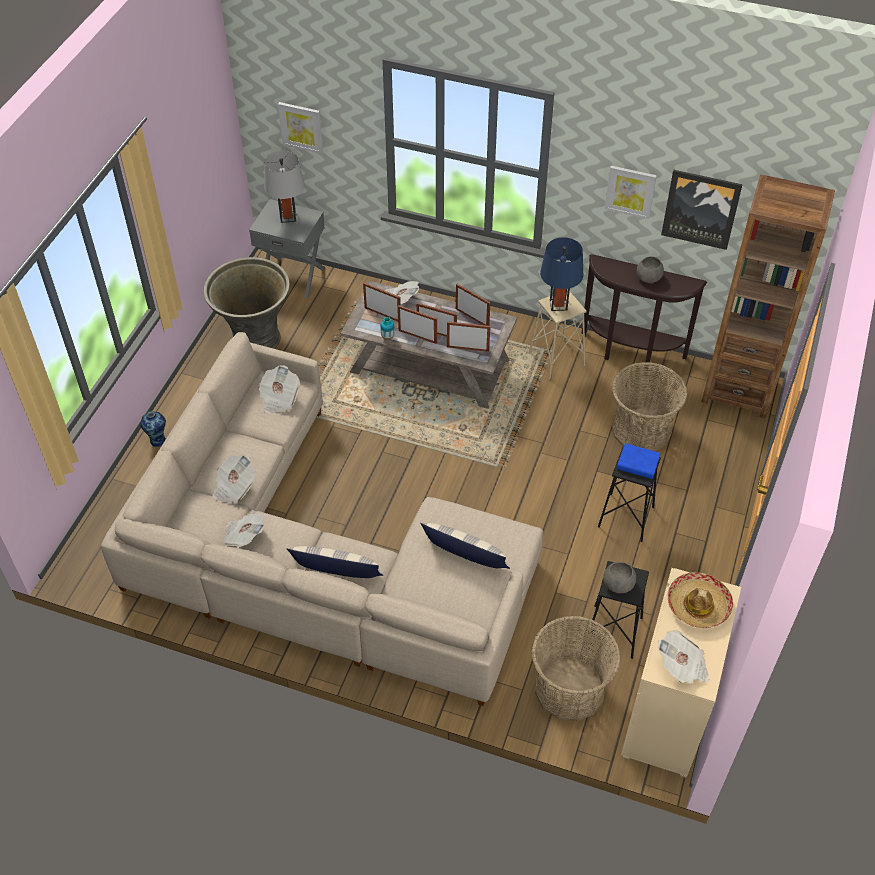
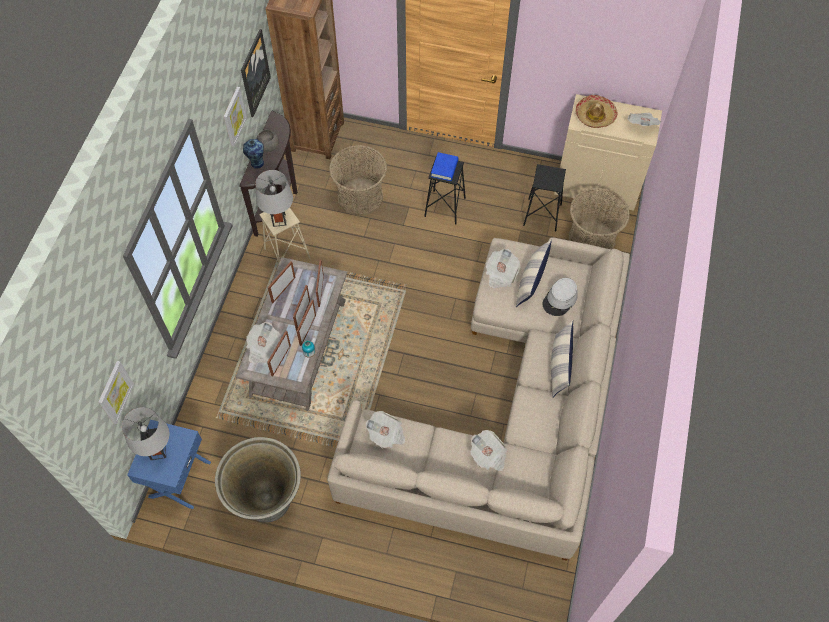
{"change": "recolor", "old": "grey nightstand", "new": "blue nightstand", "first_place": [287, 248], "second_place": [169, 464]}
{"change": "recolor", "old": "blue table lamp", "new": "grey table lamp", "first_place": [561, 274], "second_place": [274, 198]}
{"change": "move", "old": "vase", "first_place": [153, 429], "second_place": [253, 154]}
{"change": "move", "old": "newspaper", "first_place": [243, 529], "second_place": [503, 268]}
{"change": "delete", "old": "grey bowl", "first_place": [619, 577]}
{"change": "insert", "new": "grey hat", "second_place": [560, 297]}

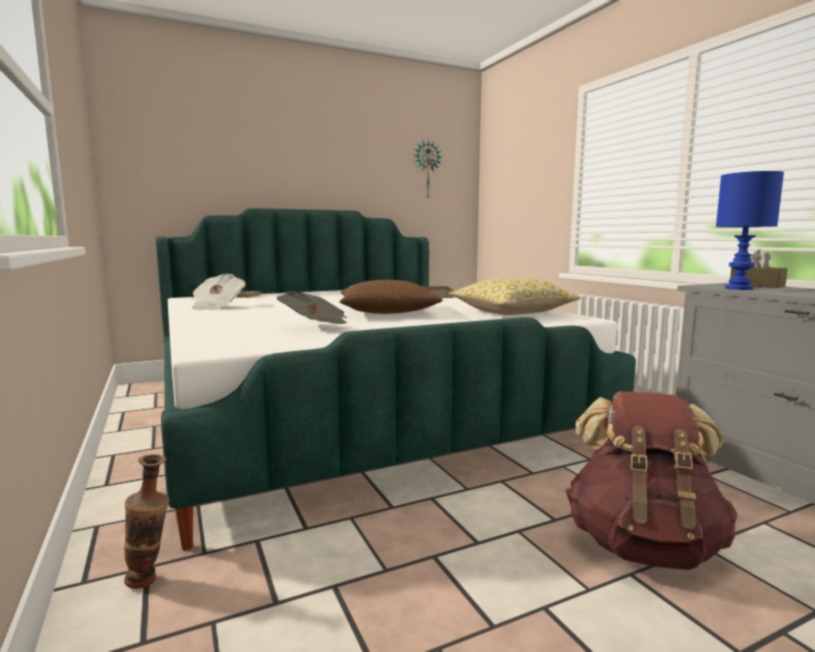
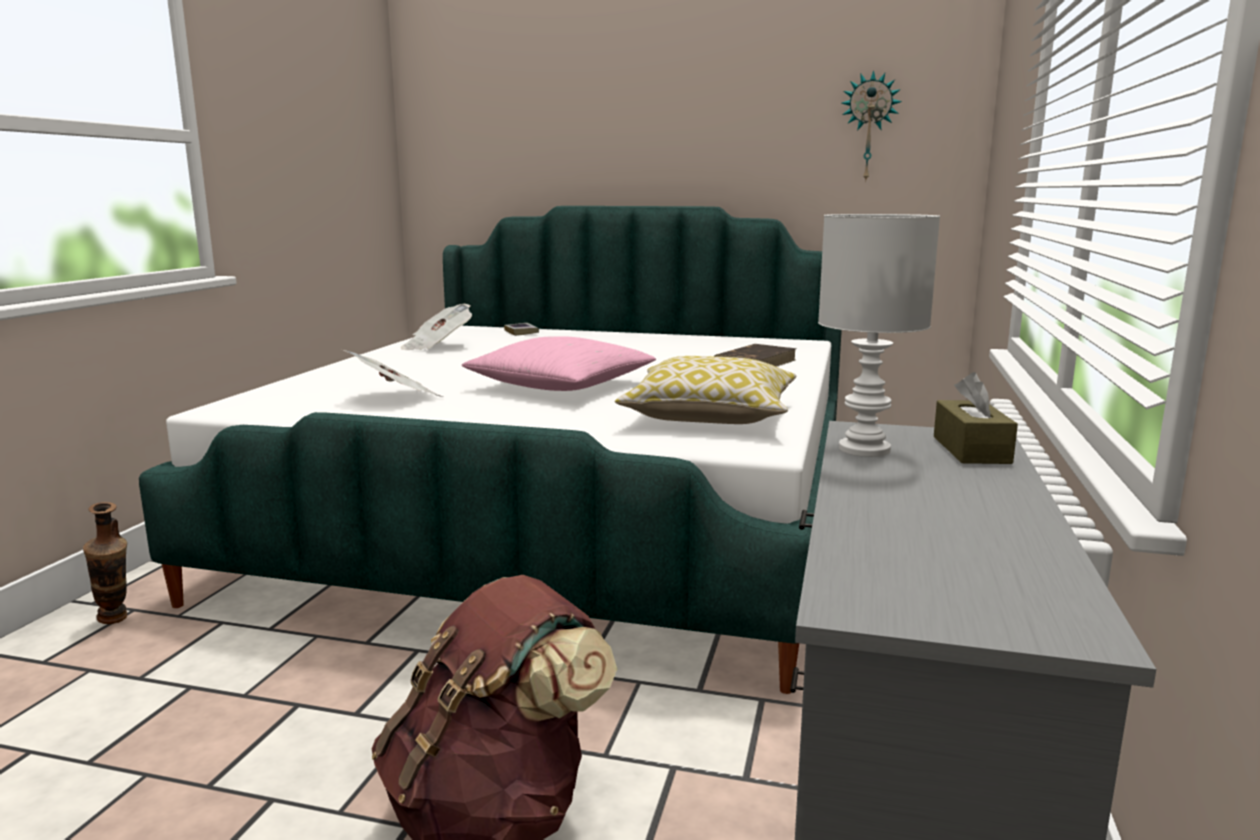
{"change": "recolor", "old": "blue table lamp", "new": "white table lamp", "first_place": [750, 230], "second_place": [879, 335]}
{"change": "recolor", "old": "brown pillow", "new": "pink pillow", "first_place": [391, 297], "second_place": [559, 363]}

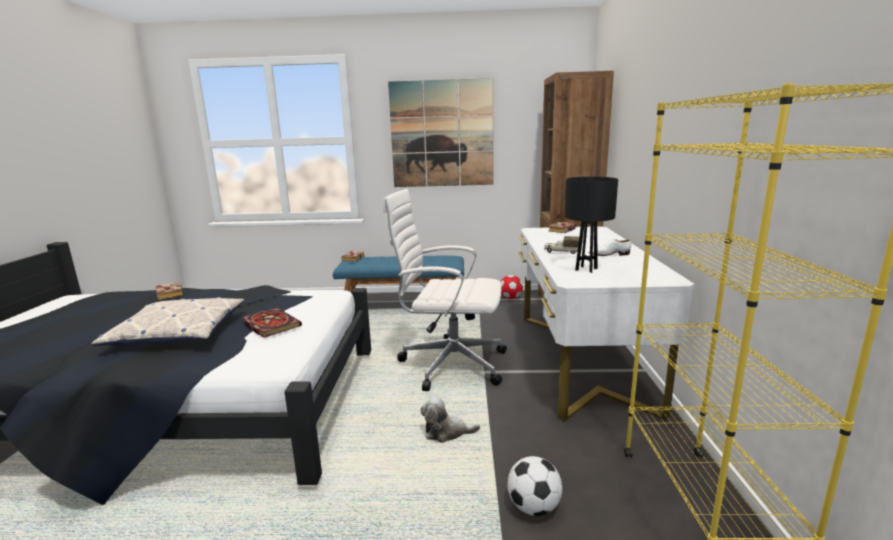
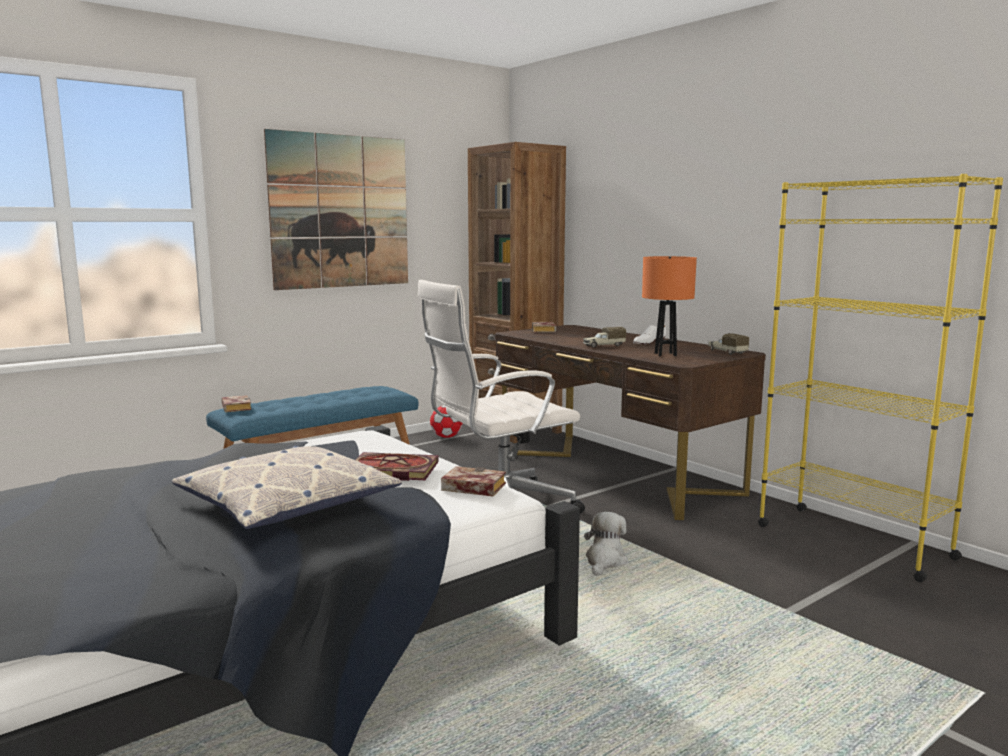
{"change": "recolor", "old": "black table lamp", "new": "orange table lamp", "first_place": [591, 225], "second_place": [669, 306]}
{"change": "recolor", "old": "white desk", "new": "brown desk", "first_place": [606, 323], "second_place": [630, 422]}
{"change": "move", "old": "book", "first_place": [169, 291], "second_place": [473, 481]}
{"change": "rotate", "old": "plush toy", "first_place": [450, 419], "second_place": [606, 544], "degrees": 150}
{"change": "delete", "old": "football", "first_place": [534, 486]}
{"change": "insert", "new": "toy truck", "second_place": [728, 344]}

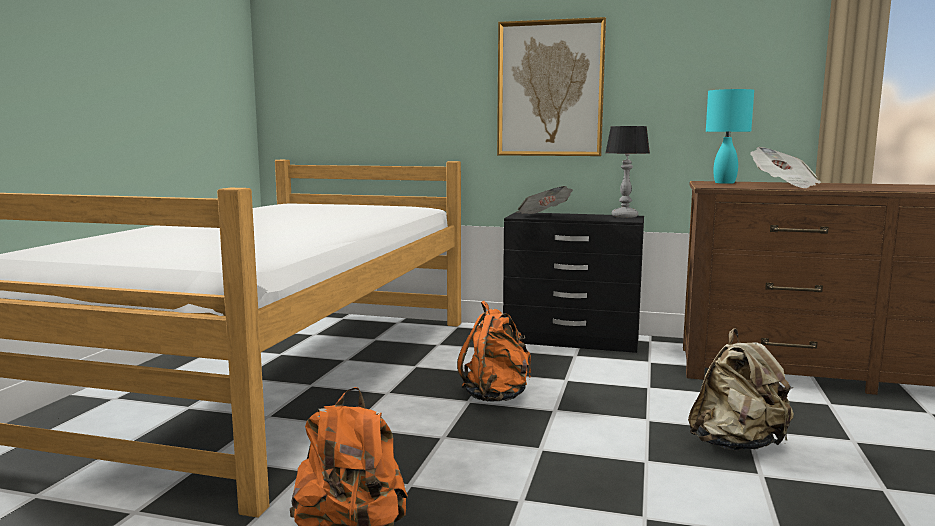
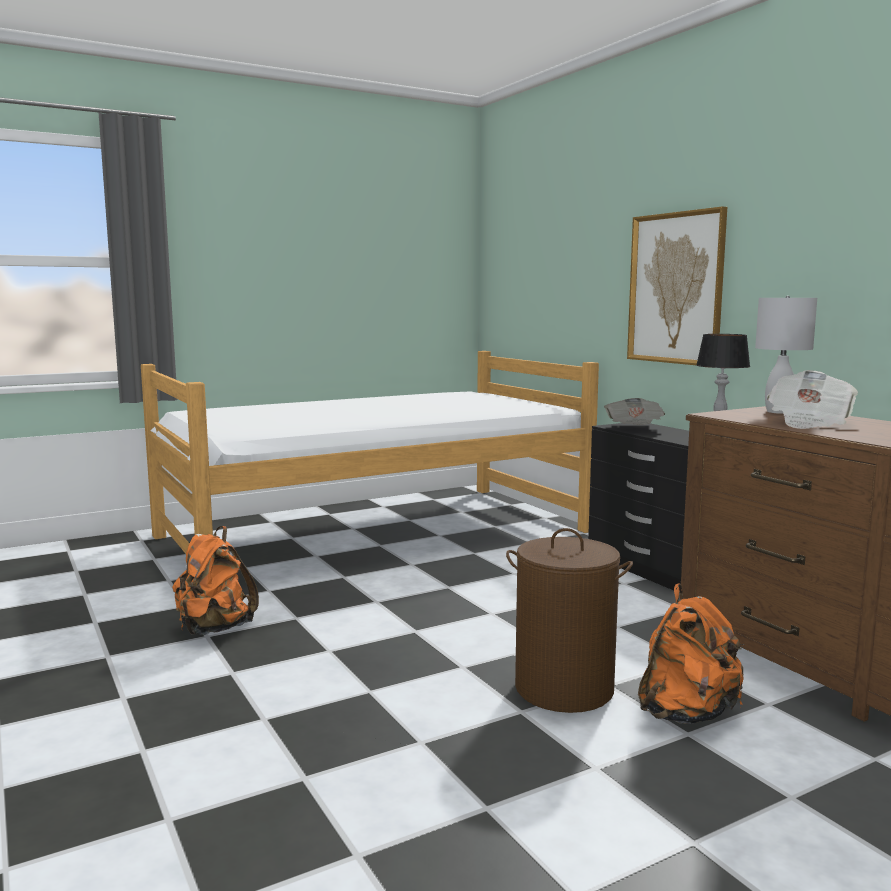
{"change": "recolor", "old": "turquoise table lamp", "new": "white table lamp", "first_place": [730, 136], "second_place": [786, 355]}
{"change": "move", "old": "orange backpack", "first_place": [494, 351], "second_place": [691, 654]}
{"change": "replace", "old": "beige backpack", "new": "brown laundry basket", "first_place": [741, 389], "second_place": [569, 620]}

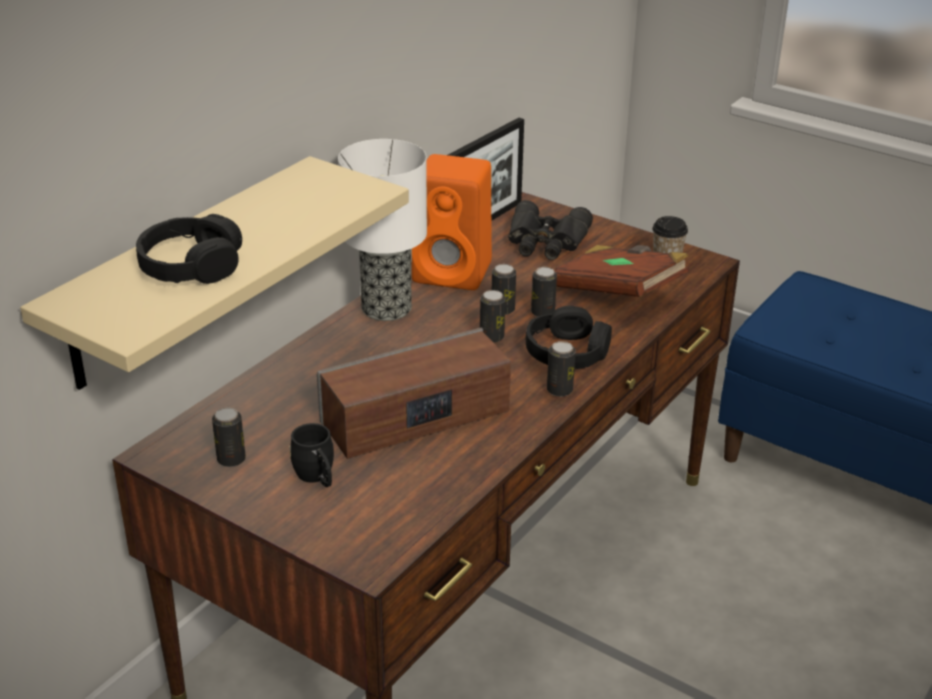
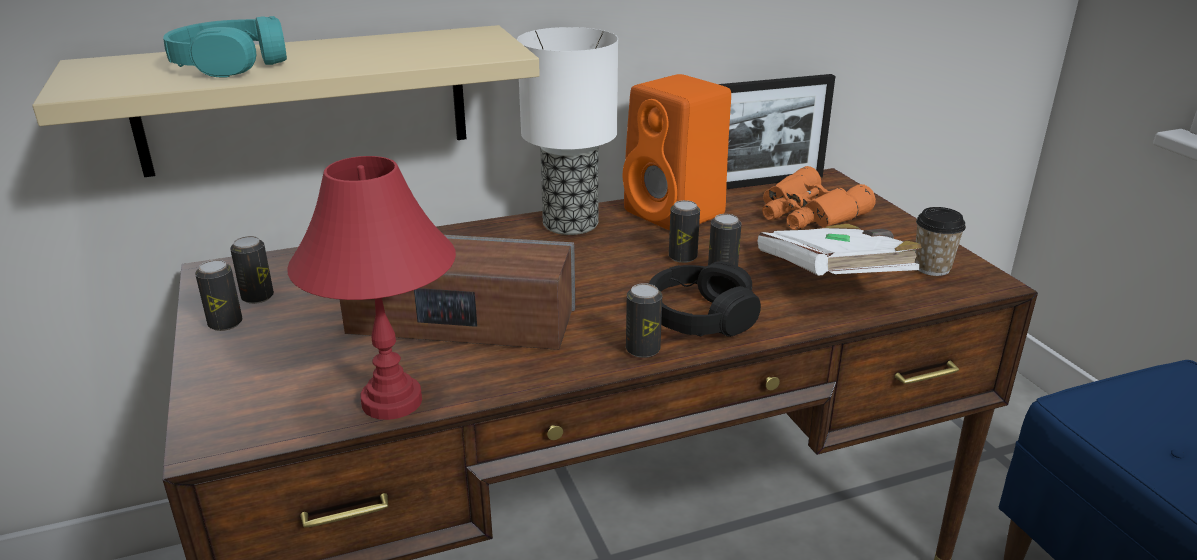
{"change": "recolor", "old": "black binoculars", "new": "orange binoculars", "first_place": [550, 230], "second_place": [819, 198]}
{"change": "recolor", "old": "black headphones", "new": "turquoise headphones", "first_place": [189, 249], "second_place": [225, 46]}
{"change": "recolor", "old": "brown book", "new": "white book", "first_place": [621, 271], "second_place": [840, 250]}
{"change": "move", "old": "can", "first_place": [493, 316], "second_place": [218, 295]}
{"change": "delete", "old": "black mug", "first_place": [311, 455]}
{"change": "insert", "new": "red table lamp", "second_place": [371, 288]}

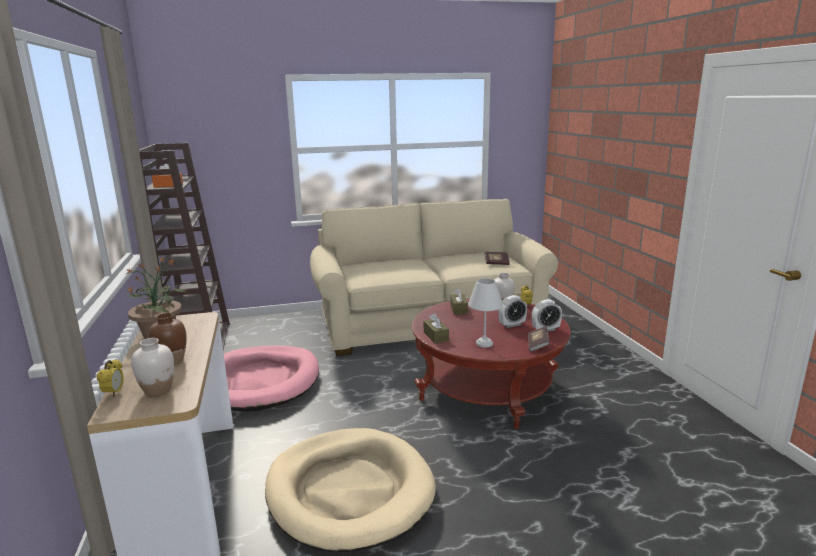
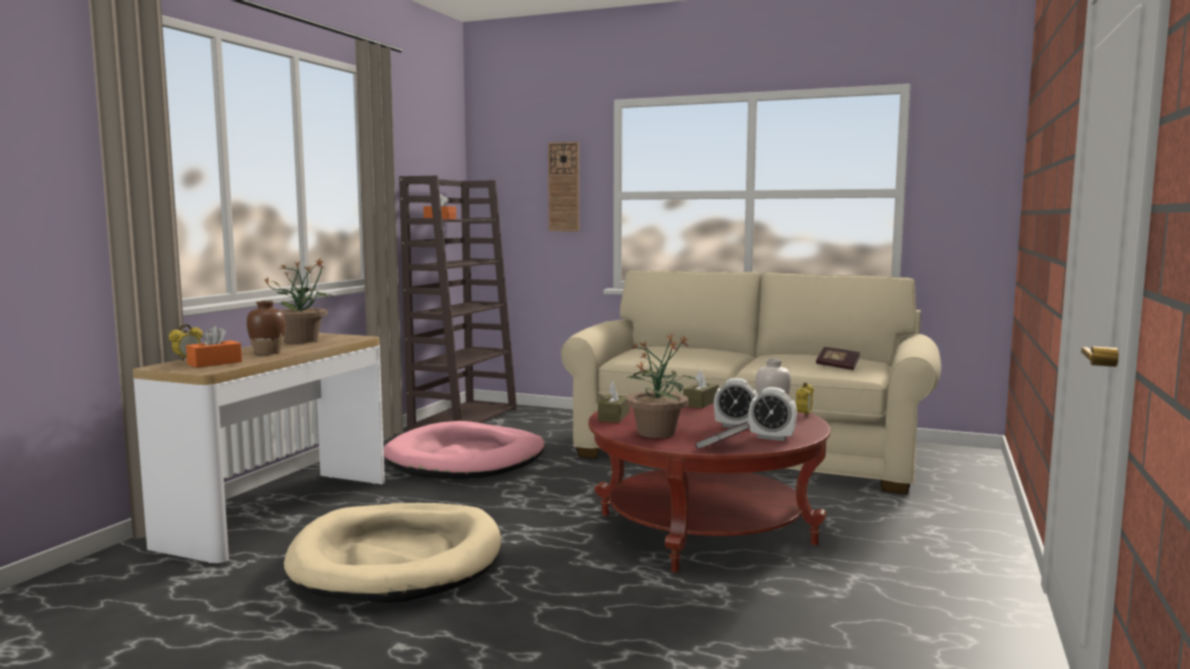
{"change": "replace", "old": "white table lamp", "new": "potted plant", "first_place": [485, 313], "second_place": [662, 386]}
{"change": "replace", "old": "white vase", "new": "orange tissue box", "first_place": [152, 367], "second_place": [214, 346]}
{"change": "insert", "new": "wall clock", "second_place": [564, 186]}

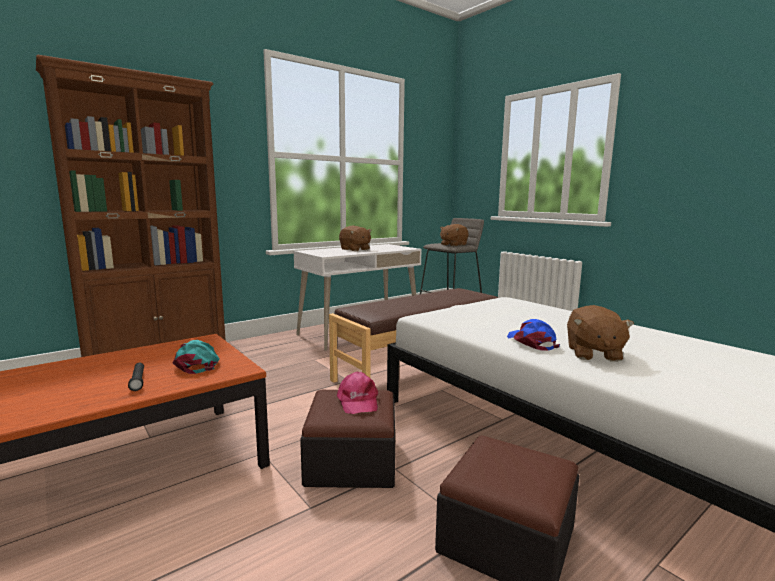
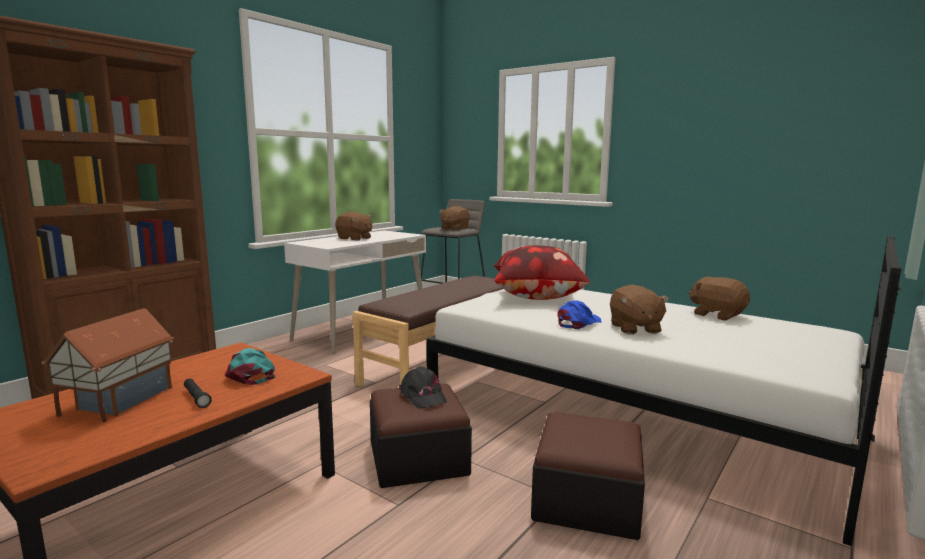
{"change": "rotate", "old": "blue cap", "first_place": [533, 335], "second_place": [579, 314], "degrees": 75}
{"change": "recolor", "old": "pink cap", "new": "black cap", "first_place": [357, 393], "second_place": [423, 387]}
{"change": "insert", "new": "pillow", "second_place": [542, 272]}
{"change": "insert", "new": "brown plush toy", "second_place": [719, 299]}
{"change": "insert", "new": "toy house", "second_place": [108, 365]}

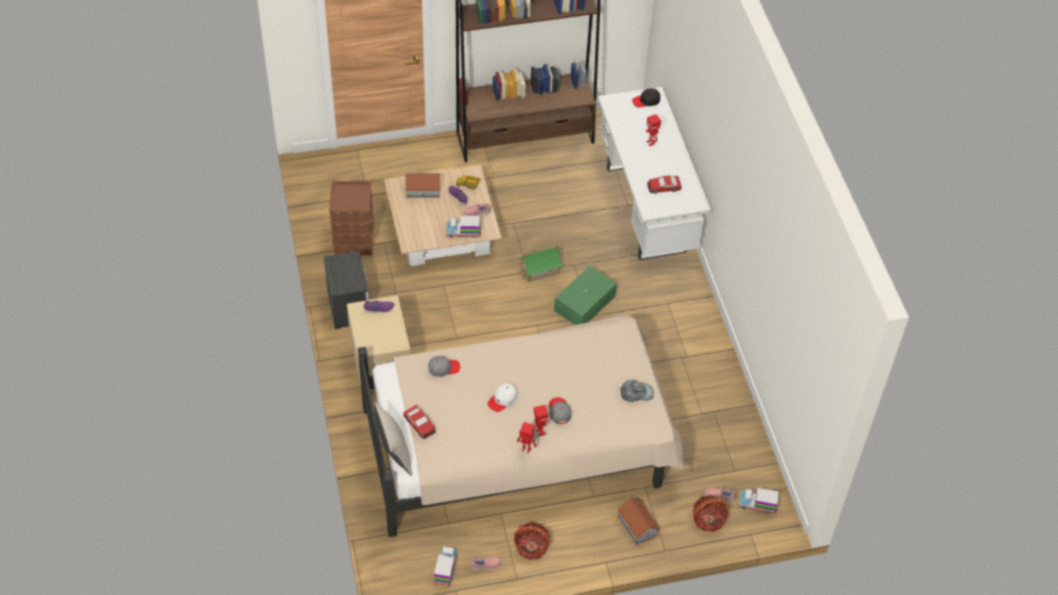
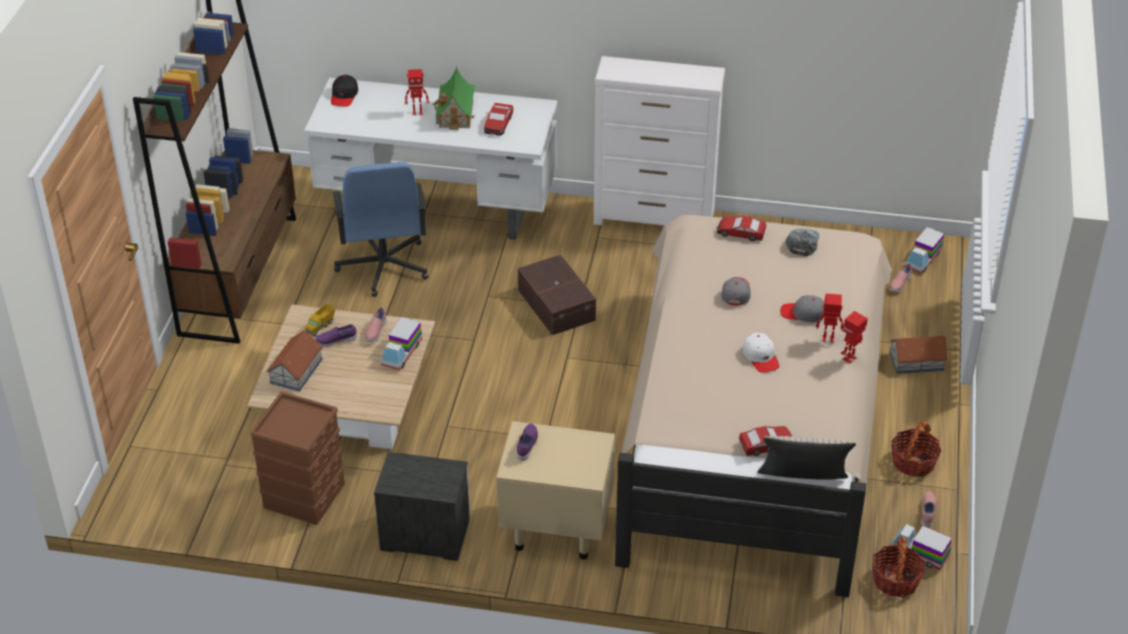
{"change": "move", "old": "toy house", "first_place": [541, 263], "second_place": [454, 97]}
{"change": "recolor", "old": "green storage box", "new": "brown storage box", "first_place": [585, 295], "second_place": [557, 294]}
{"change": "move", "old": "grey cap", "first_place": [444, 366], "second_place": [736, 291]}
{"change": "move", "old": "basket", "first_place": [711, 513], "second_place": [898, 566]}
{"change": "insert", "new": "white dresser", "second_place": [659, 140]}
{"change": "insert", "new": "blue office chair", "second_place": [381, 229]}
{"change": "insert", "new": "toy car", "second_place": [741, 228]}

